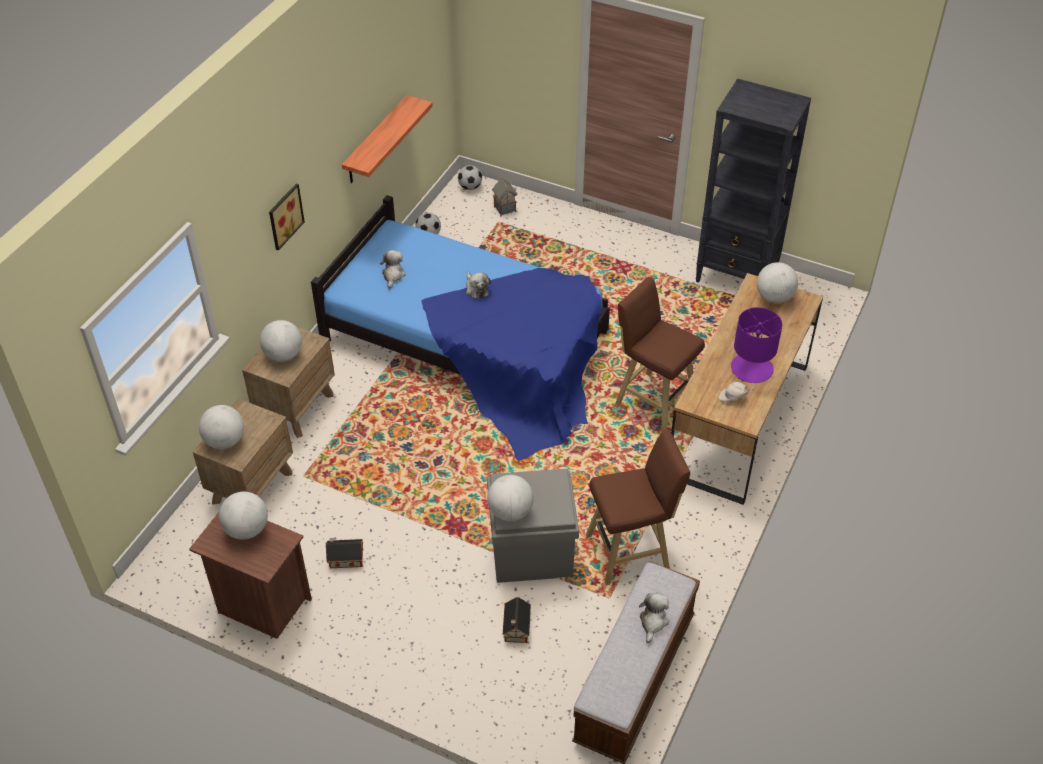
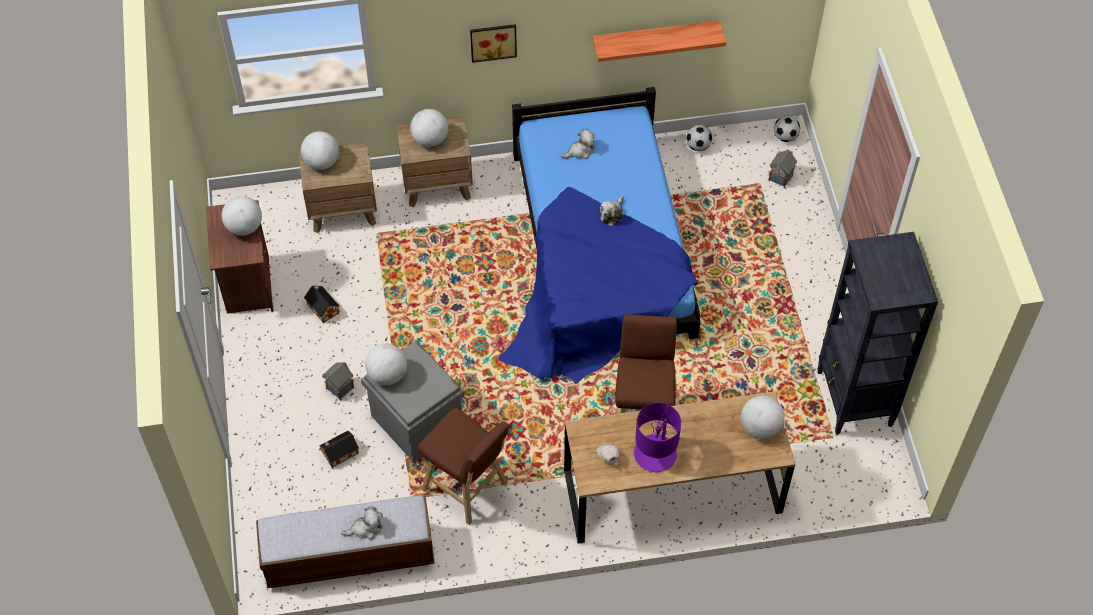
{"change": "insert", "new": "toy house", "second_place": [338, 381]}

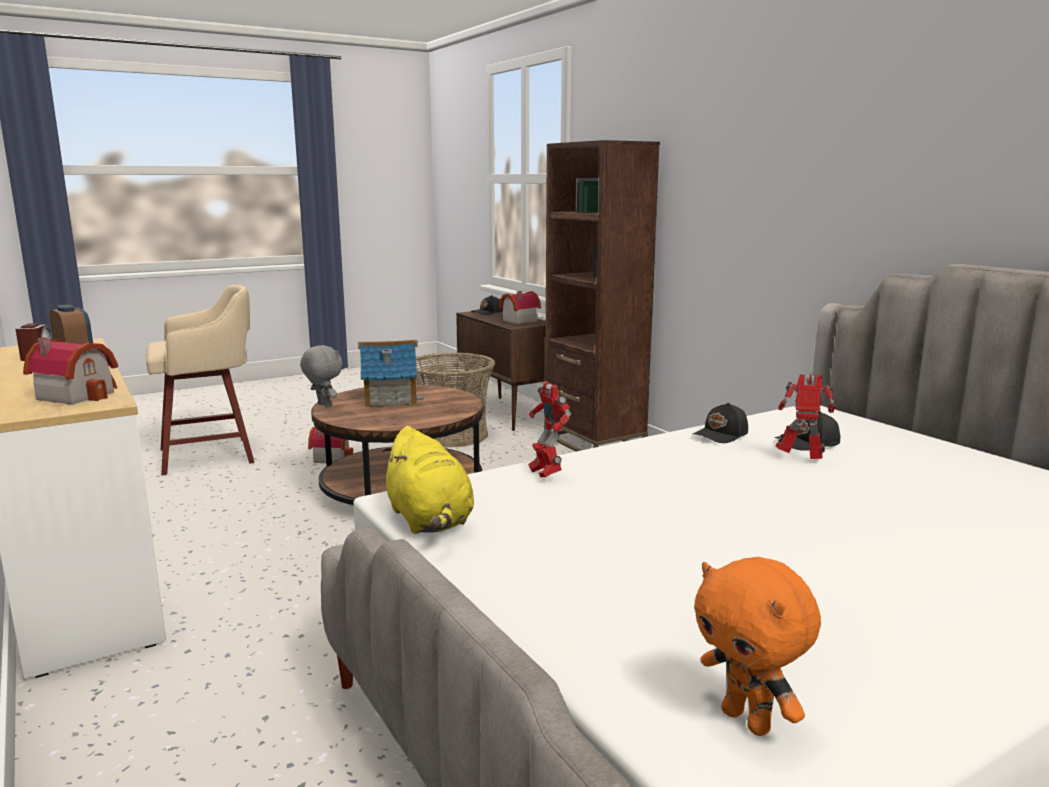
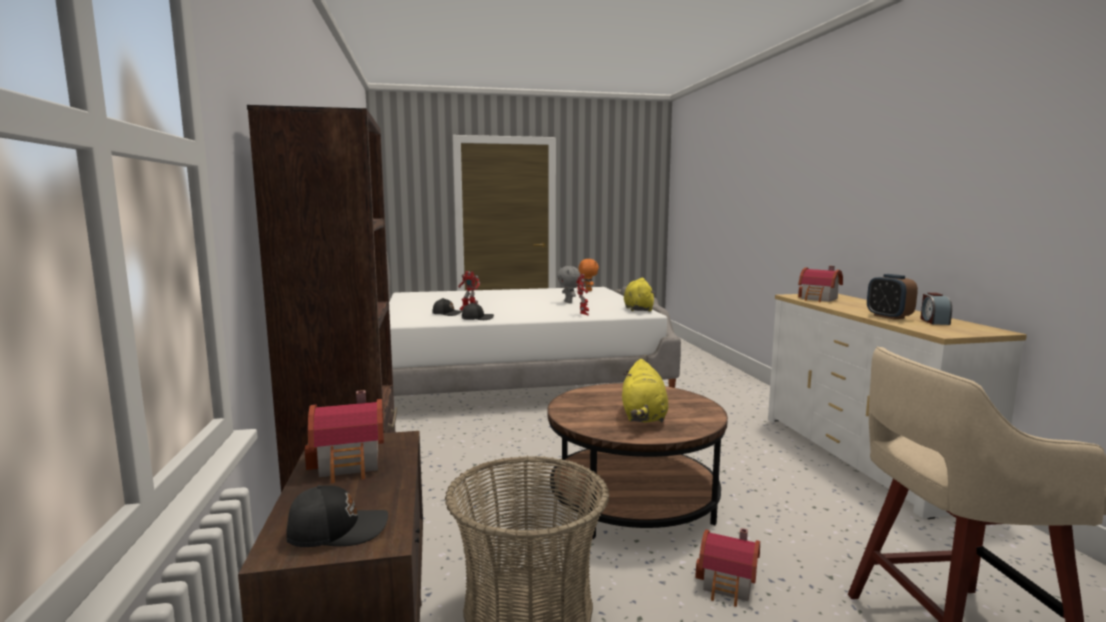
{"change": "replace", "old": "toy house", "new": "yellow plush toy", "first_place": [391, 374], "second_place": [645, 390]}
{"change": "move", "old": "grey plush toy", "first_place": [321, 376], "second_place": [568, 284]}

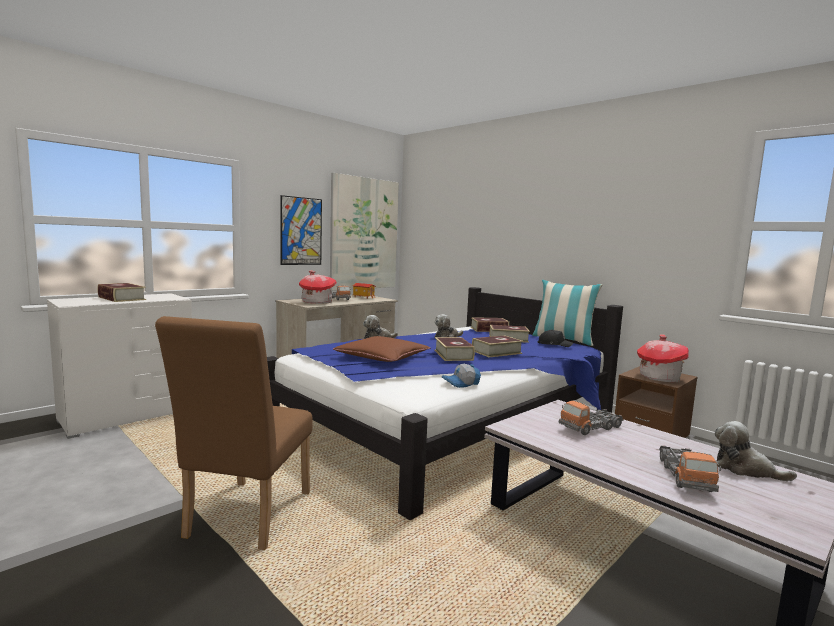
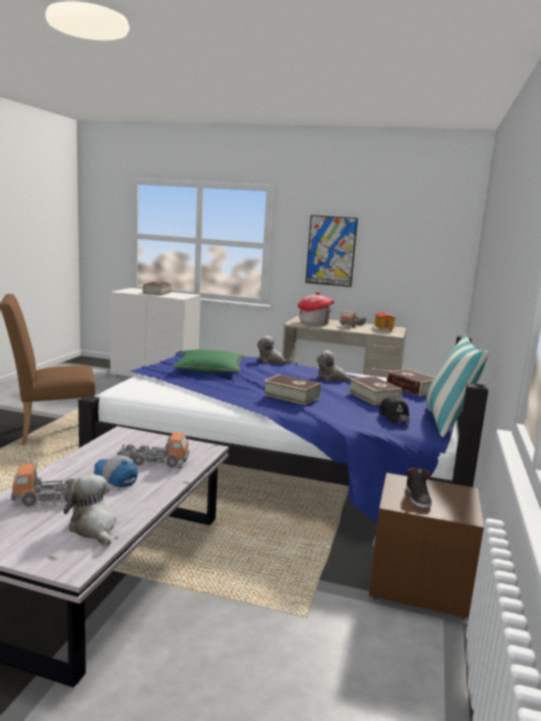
{"change": "delete", "old": "picture", "first_place": [364, 232]}
{"change": "replace", "old": "toy house", "new": "black shoe", "first_place": [663, 358], "second_place": [419, 488]}
{"change": "recolor", "old": "brown pillow", "new": "green pillow", "first_place": [381, 349], "second_place": [208, 361]}
{"change": "delete", "old": "book", "first_place": [454, 349]}
{"change": "move", "old": "cap", "first_place": [461, 376], "second_place": [116, 471]}
{"change": "rotate", "old": "toy truck", "first_place": [591, 417], "second_place": [153, 449], "degrees": 150}
{"change": "rotate", "old": "plush toy", "first_place": [756, 451], "second_place": [90, 510], "degrees": -45}

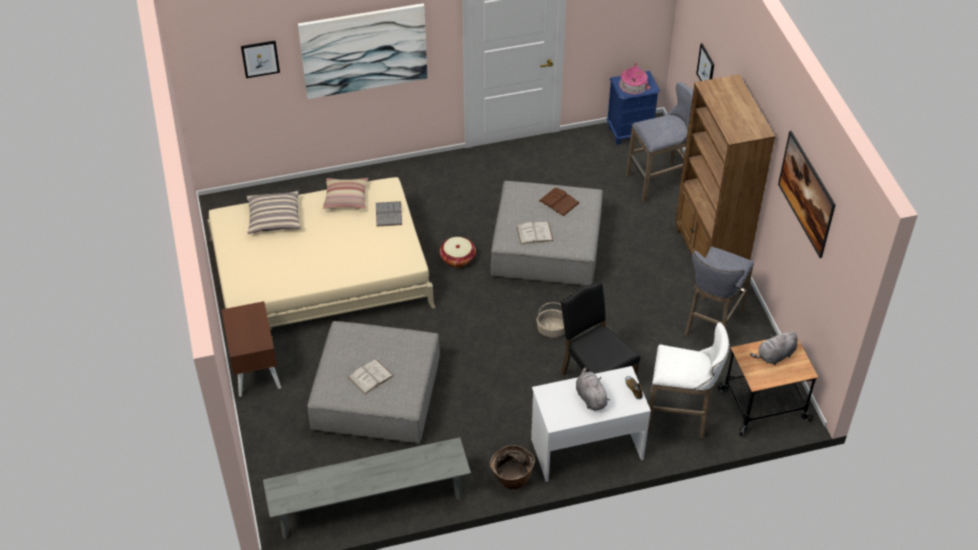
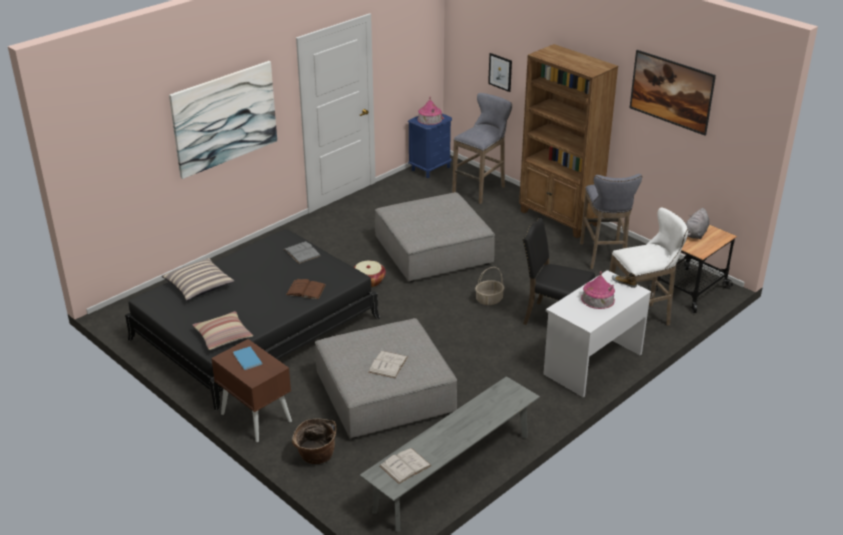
{"change": "delete", "old": "picture", "first_place": [260, 59]}
{"change": "recolor", "old": "beige bed", "new": "black bed", "first_place": [321, 252], "second_place": [252, 320]}
{"change": "move", "old": "pillow", "first_place": [345, 194], "second_place": [222, 330]}
{"change": "move", "old": "brown book", "first_place": [559, 202], "second_place": [306, 289]}
{"change": "move", "old": "white book", "first_place": [535, 233], "second_place": [406, 466]}
{"change": "replace", "old": "grey plush toy", "new": "toy house", "first_place": [593, 389], "second_place": [598, 290]}
{"change": "move", "old": "basket", "first_place": [512, 467], "second_place": [314, 441]}
{"change": "insert", "new": "blue book", "second_place": [247, 358]}

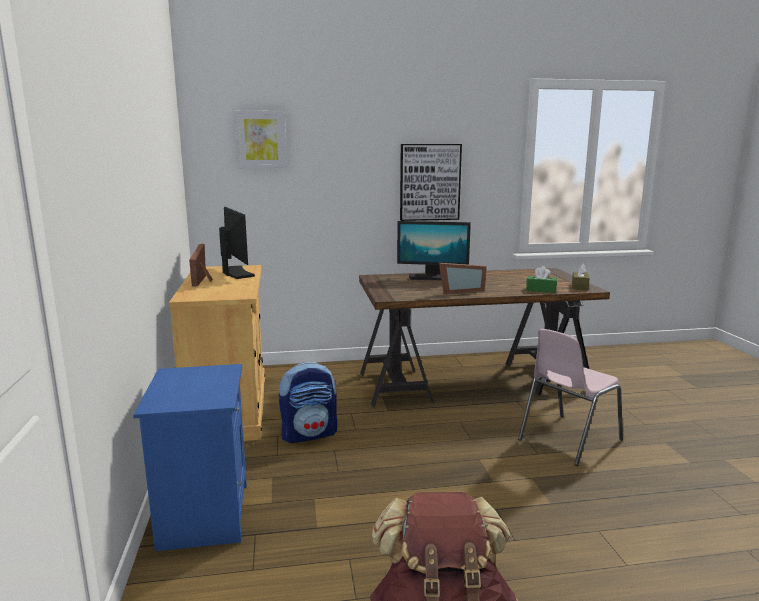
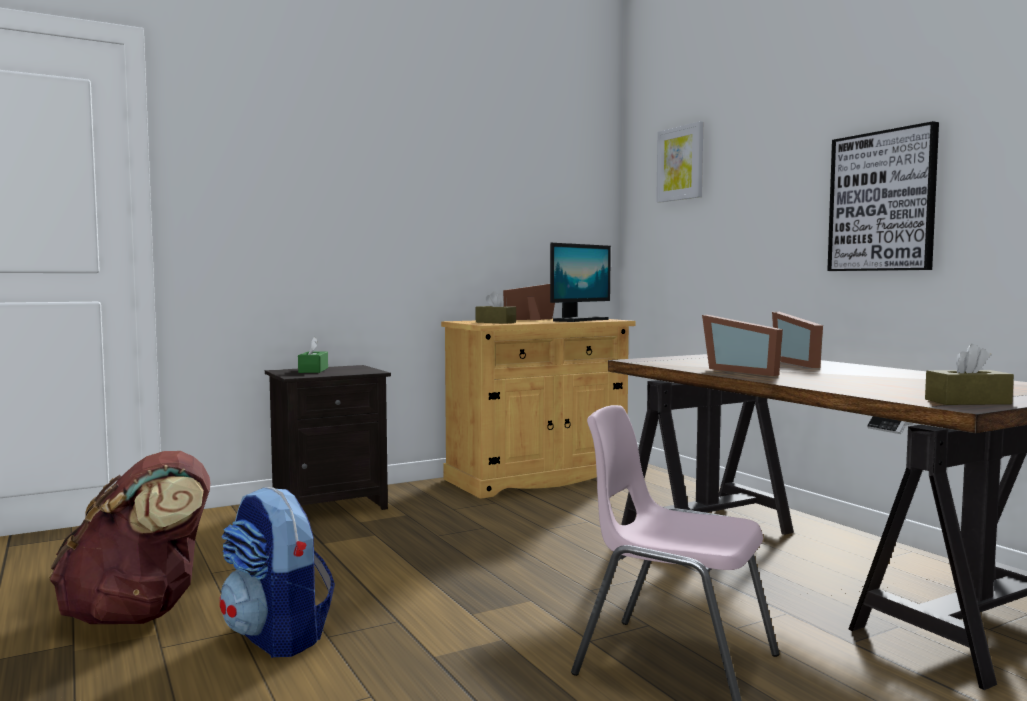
{"change": "replace", "old": "monitor", "new": "picture frame", "first_place": [434, 250], "second_place": [797, 340]}
{"change": "move", "old": "green tissue box", "first_place": [541, 279], "second_place": [313, 355]}
{"change": "move", "old": "backpack", "first_place": [308, 402], "second_place": [277, 572]}
{"change": "recolor", "old": "blue nightstand", "new": "black nightstand", "first_place": [190, 458], "second_place": [328, 437]}
{"change": "insert", "new": "brown tissue box", "second_place": [496, 307]}

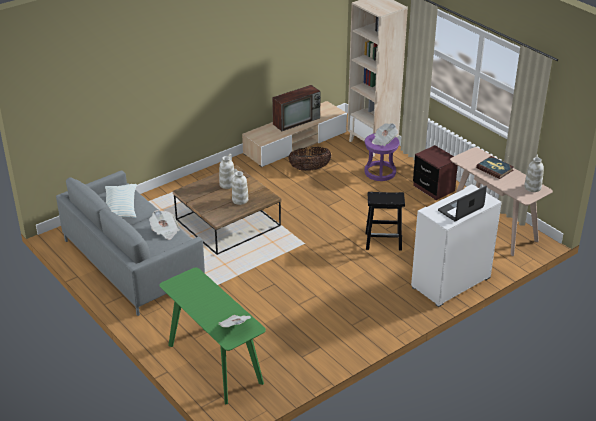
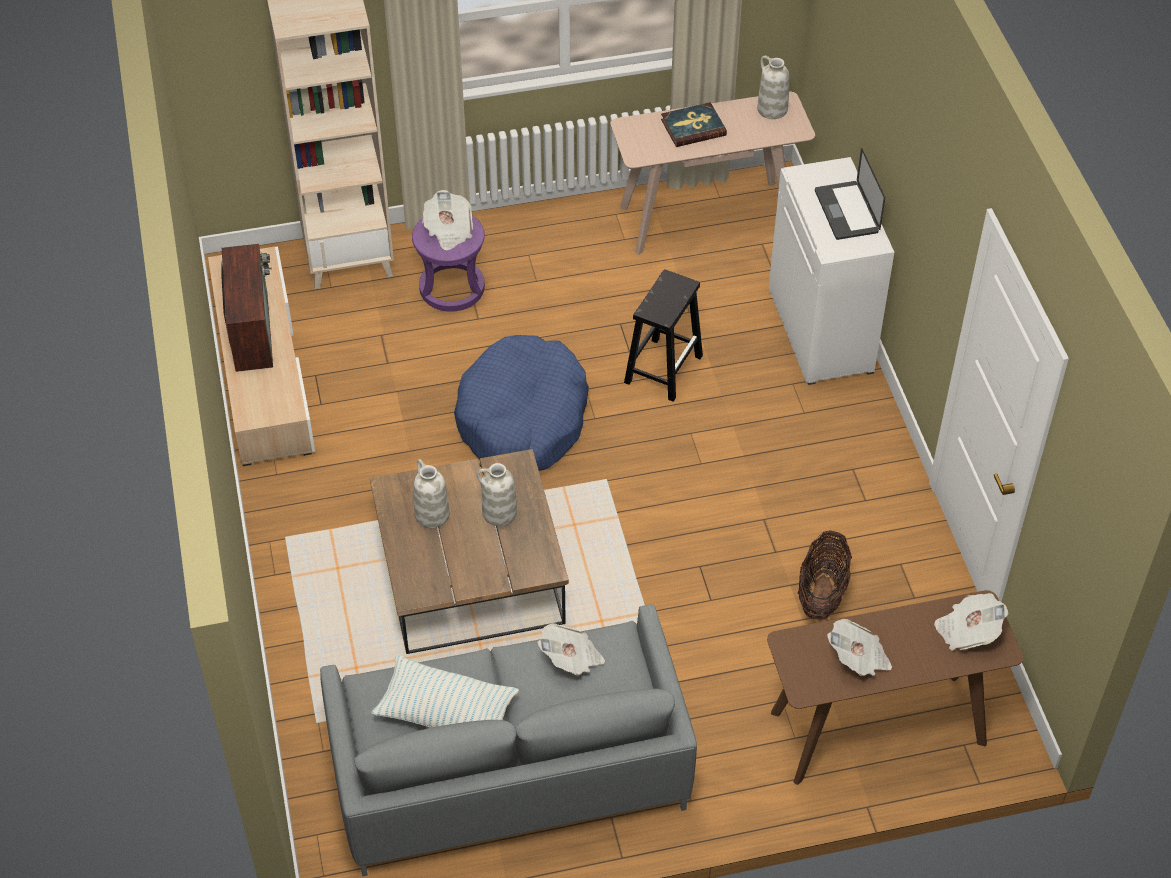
{"change": "delete", "old": "brown nightstand", "first_place": [435, 172]}
{"change": "move", "old": "basket", "first_place": [310, 159], "second_place": [825, 575]}
{"change": "recolor", "old": "green console table", "new": "brown console table", "first_place": [212, 336], "second_place": [895, 687]}
{"change": "insert", "new": "blue dog bed", "second_place": [521, 403]}
{"change": "insert", "new": "newspaper", "second_place": [859, 647]}

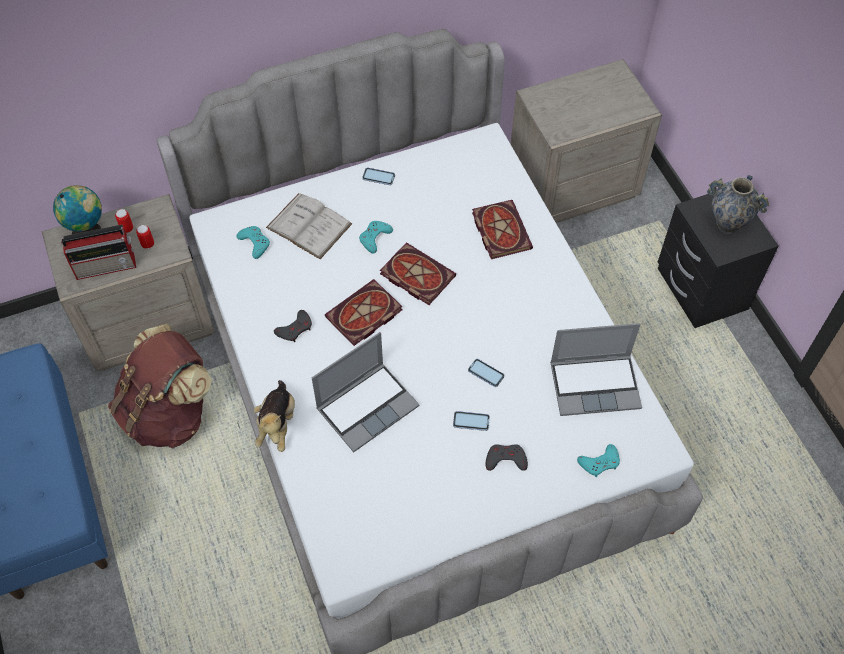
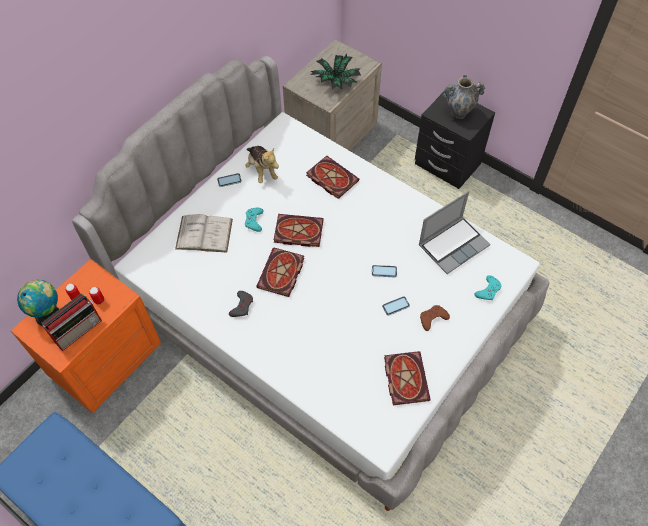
{"change": "recolor", "old": "beige nightstand", "new": "orange nightstand", "first_place": [128, 282], "second_place": [86, 336]}
{"change": "delete", "old": "turquoise game controller", "first_place": [253, 242]}
{"change": "delete", "old": "brown backpack", "first_place": [160, 386]}
{"change": "delete", "old": "laptop", "first_place": [366, 392]}
{"change": "move", "old": "plush toy", "first_place": [274, 416], "second_place": [262, 164]}
{"change": "recolor", "old": "grey game controller", "new": "brown game controller", "first_place": [507, 457], "second_place": [435, 318]}
{"change": "insert", "new": "potted plant", "second_place": [336, 71]}
{"change": "insert", "new": "book", "second_place": [407, 378]}

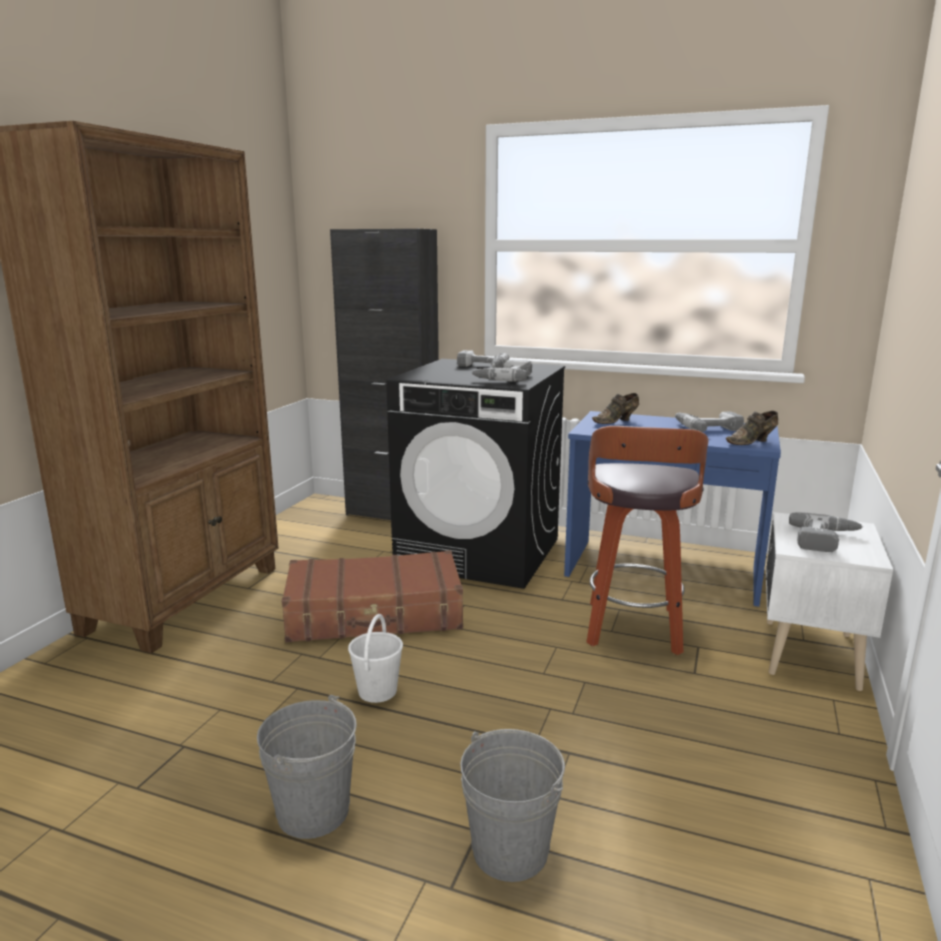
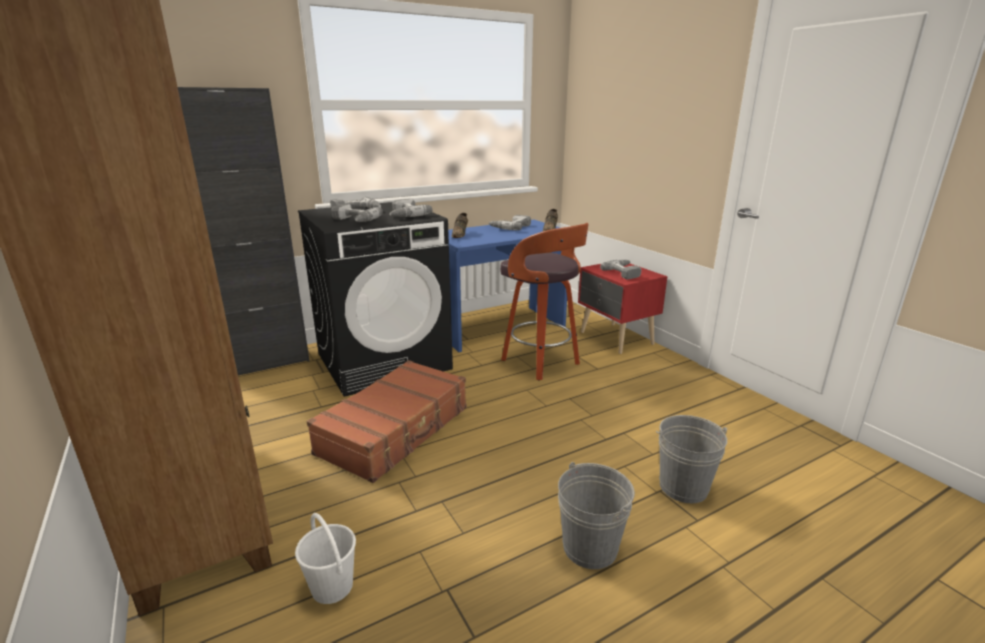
{"change": "recolor", "old": "white nightstand", "new": "red nightstand", "first_place": [829, 601], "second_place": [623, 308]}
{"change": "move", "old": "white bucket", "first_place": [375, 658], "second_place": [325, 558]}
{"change": "insert", "new": "power drill", "second_place": [357, 213]}

